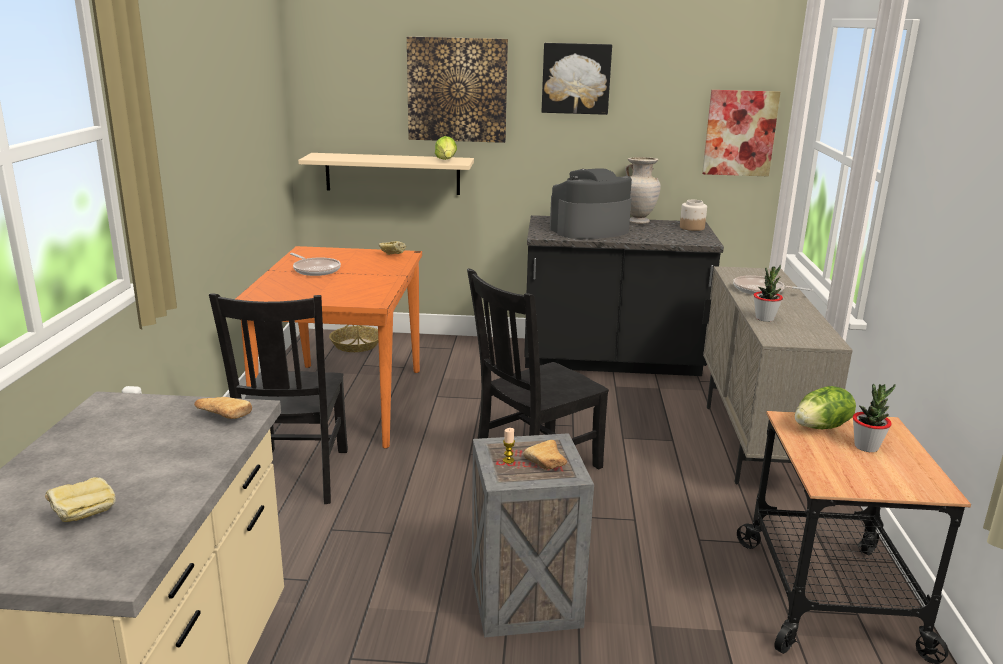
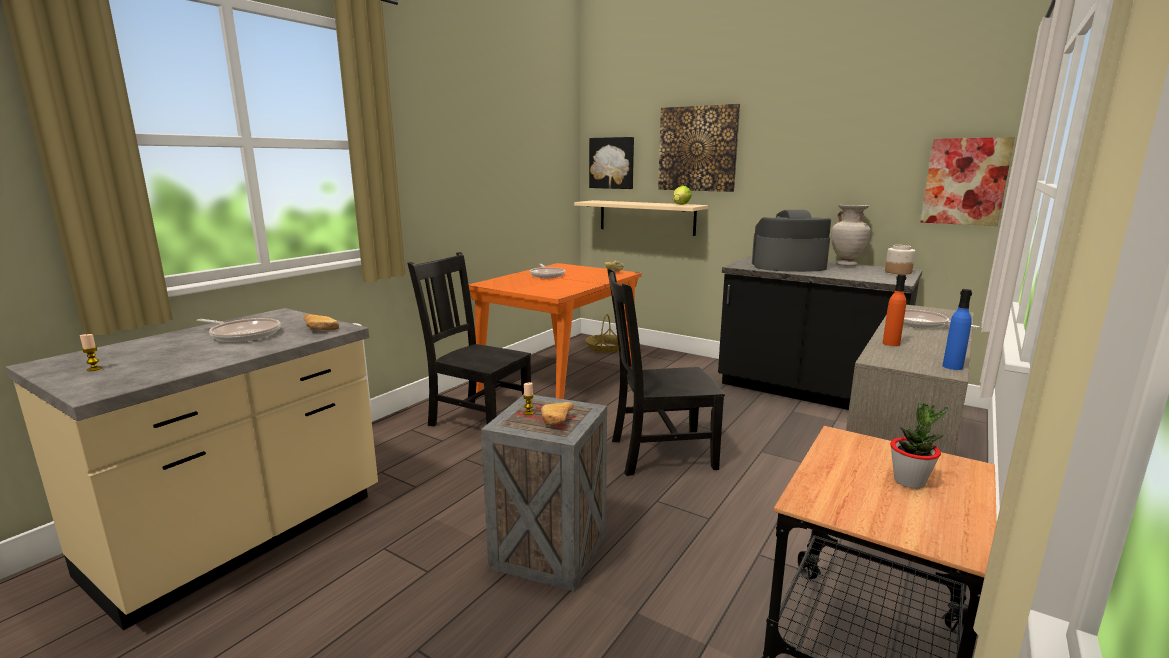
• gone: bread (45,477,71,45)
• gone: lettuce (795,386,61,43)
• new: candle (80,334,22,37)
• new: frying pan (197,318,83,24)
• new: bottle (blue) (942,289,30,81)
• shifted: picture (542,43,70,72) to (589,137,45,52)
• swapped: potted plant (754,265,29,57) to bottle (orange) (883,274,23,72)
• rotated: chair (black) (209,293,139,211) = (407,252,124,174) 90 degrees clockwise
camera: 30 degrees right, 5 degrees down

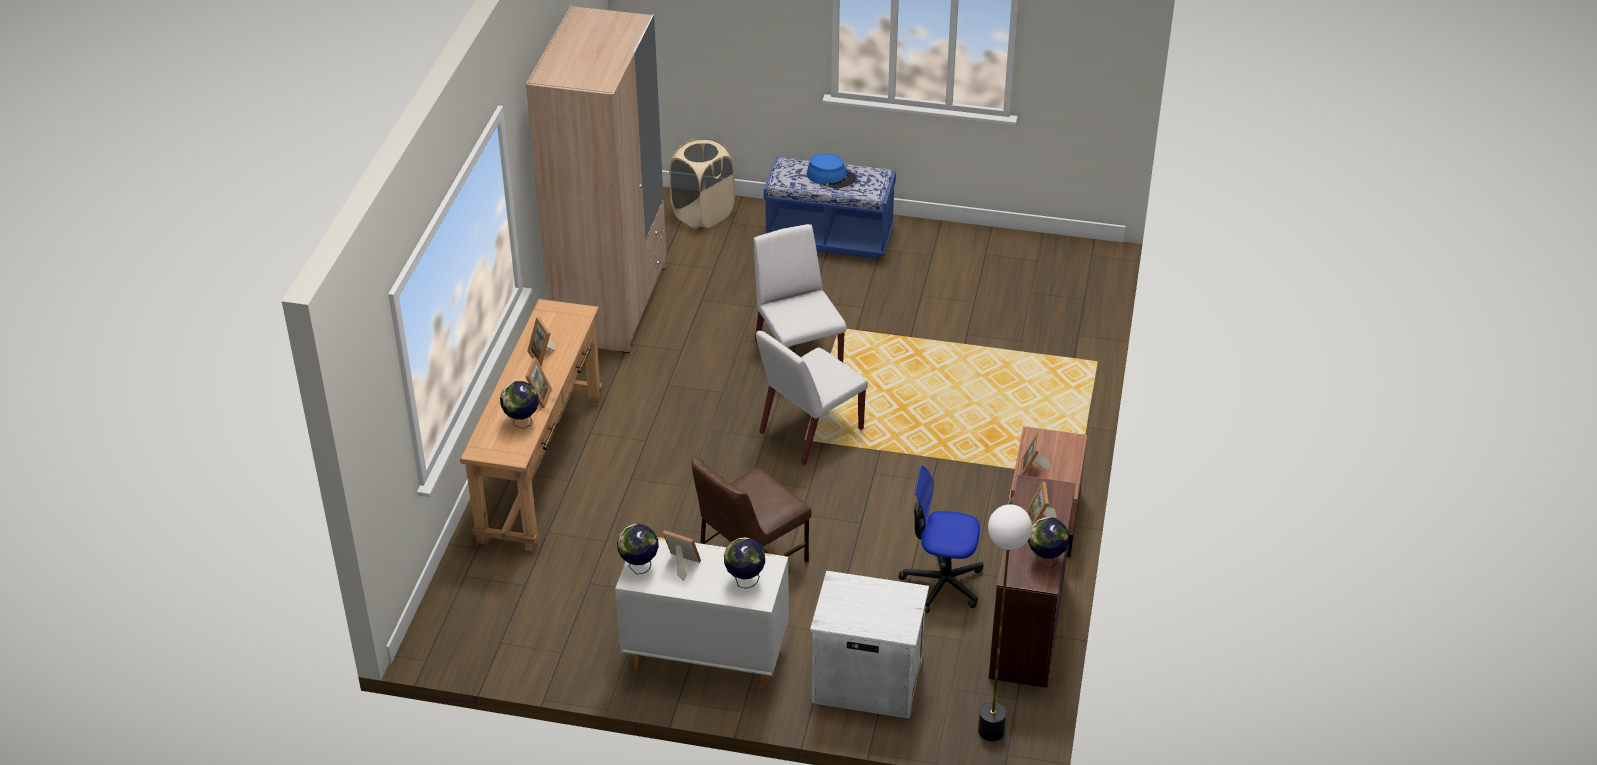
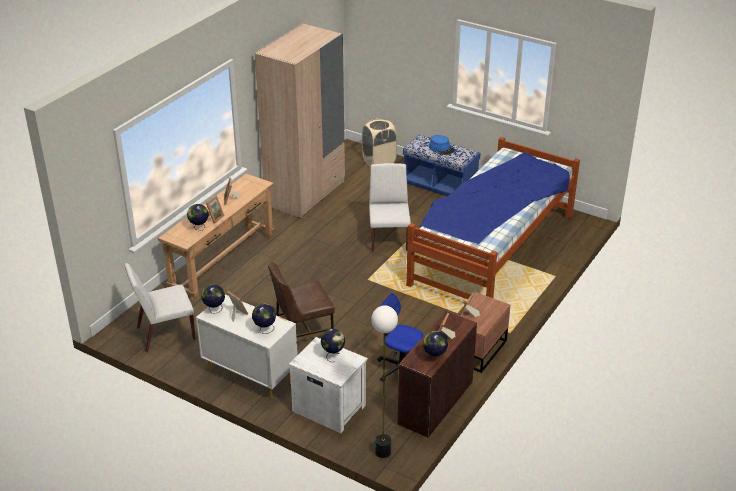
• new: globe (321,329,24,33)
• new: bed (406,137,174,162)
• shifted: chair (white) (756,330,112,135) to (124,263,72,89)
camera: 20 degrees right, 5 degrees down

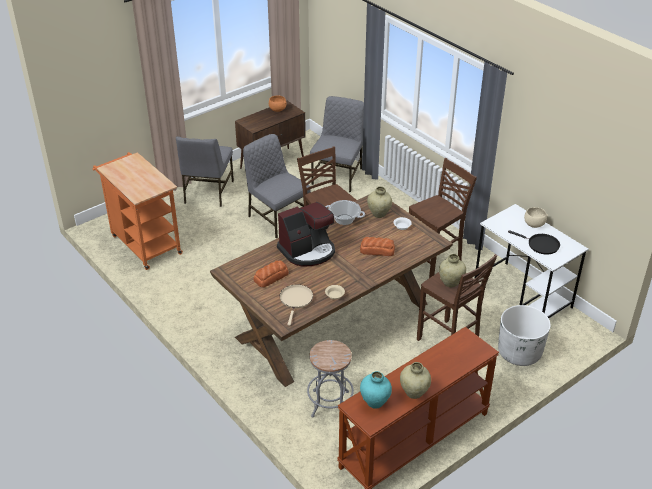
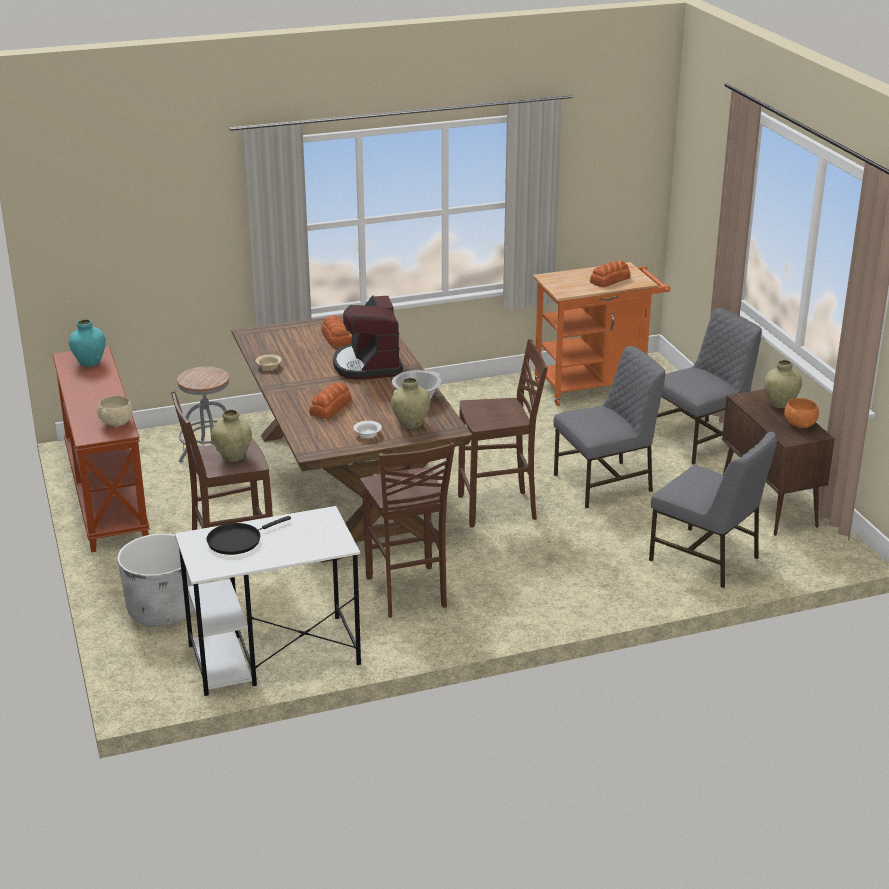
• gone: frying pan (beige) (280,284,33,42)
• new: bread (590,260,41,27)
• shifted: vase (beige) (400,362,31,37) to (764,360,38,48)
• shifted: bowl (beige) (524,207,24,21) to (97,396,36,30)
• rotated: chair (grey) (176,136,58,71) = (653,308,109,157) 120 degrees clockwise
camera: 110 degrees right, 10 degrees down

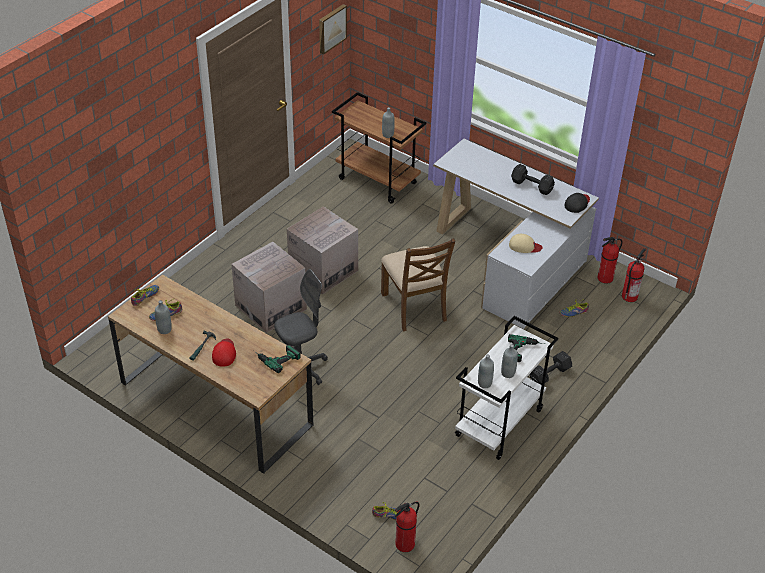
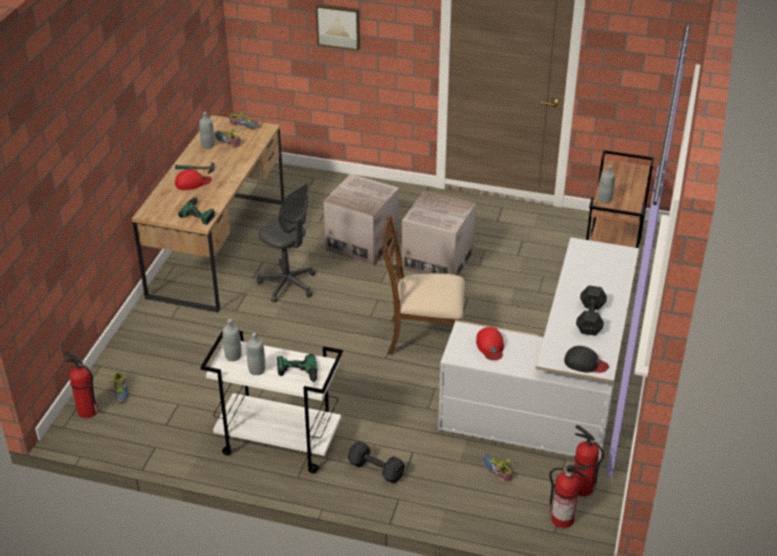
• shifted: picture (319,4,28,51) to (316,4,44,47)
• repainted: cap (beige) (509,234,33,19) to cap (red) (476,327,28,33)
• rotated: chair (brown) (381,238,74,94) = (382,216,83,139) 45 degrees clockwise
camera: 70 degrees right, 5 degrees down

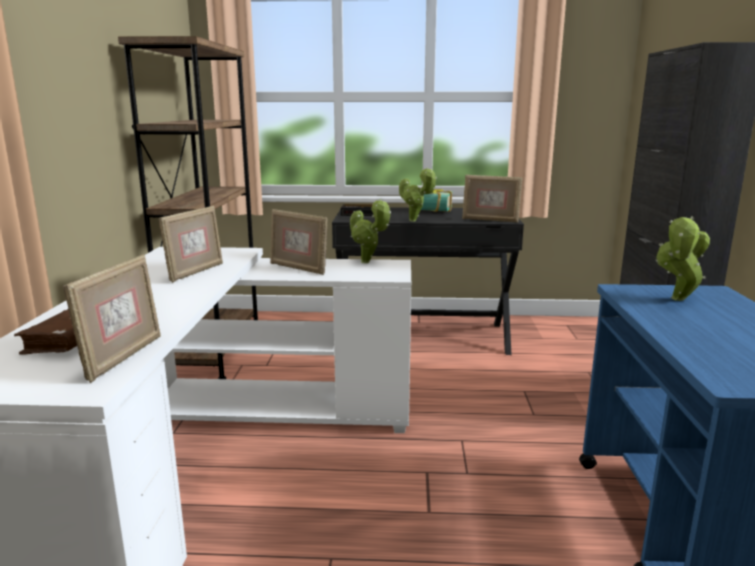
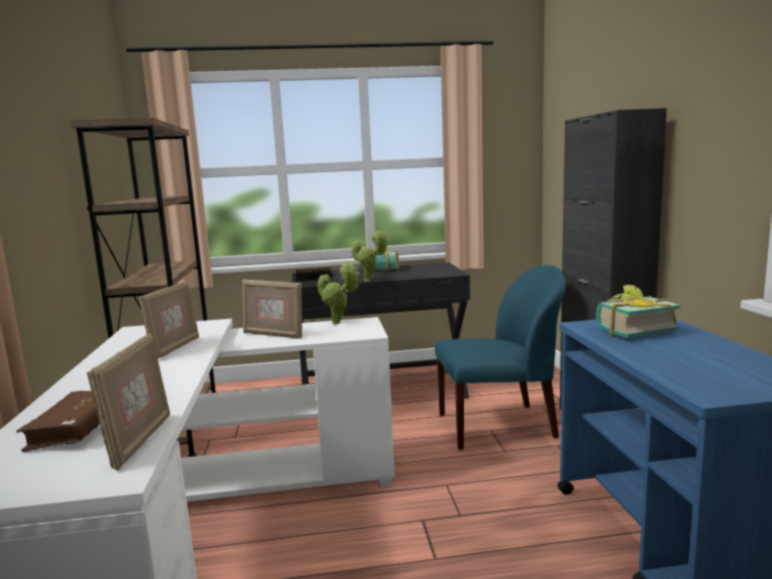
• gone: picture frame (462,175,60,48)
• new: chair (blue) (435,265,131,185)
• swapped: potted plant (656,216,54,85) to book (596,285,85,53)
camera: 10 degrees left, 5 degrees down

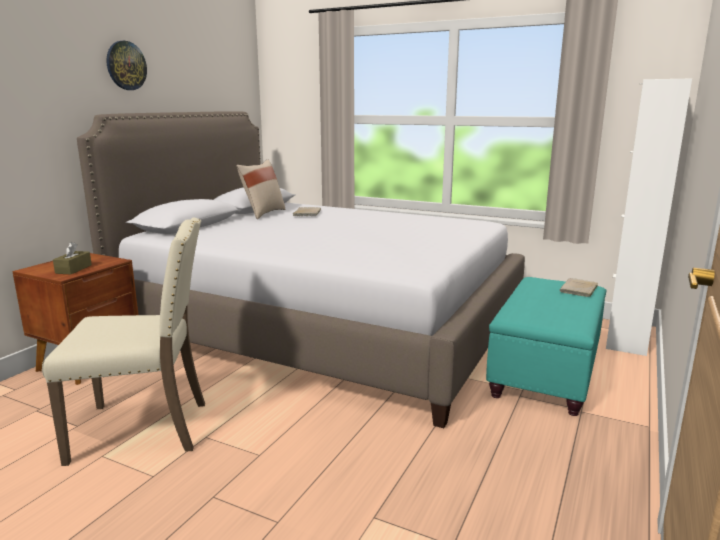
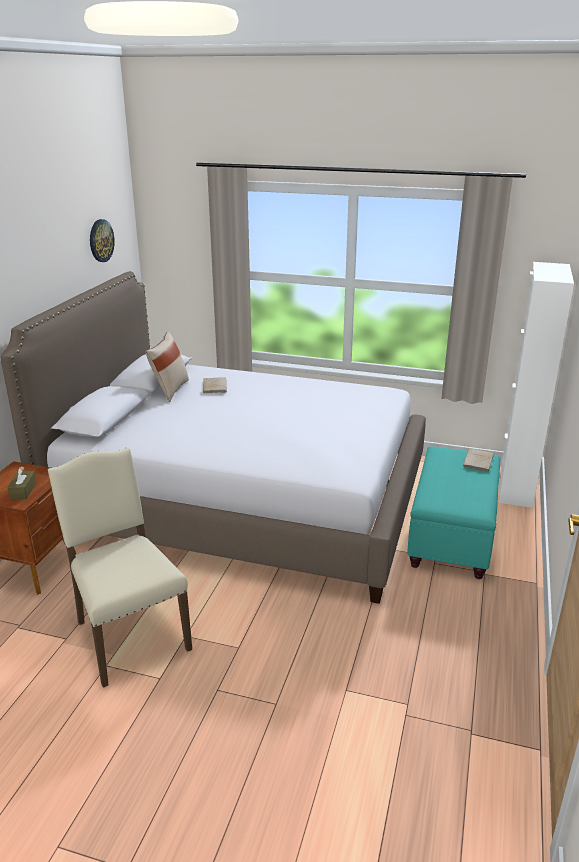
• shifted: wall clock (106,41,41,49) to (90,219,25,43)
• rotated: chair (beige) (42,218,163,248) = (48,448,144,240) 105 degrees counterclockwise
camera: 10 degrees left, 10 degrees up

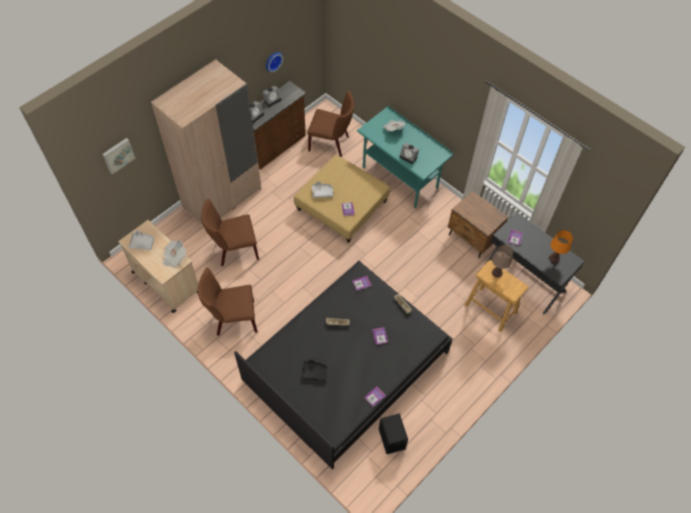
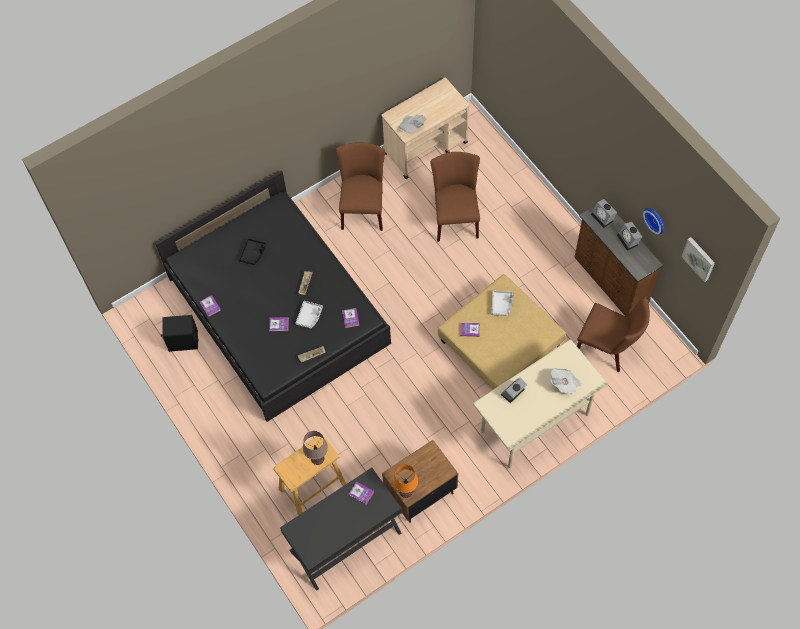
• gone: wardrobe (beige) (151,59,110,166)
• shifted: picture (103,138,33,36) to (681,237,34,45)
• shifted: tray (grey) (129,230,25,20) to (295,301,28,28)
• shifted: table lamp (orange) (549,230,24,33) to (393,465,25,33)
• repainted: desk (turquoise) (357,105,96,103) to desk (beige) (473,339,136,129)
• rotated: chair (brown) (307,90,47,67) = (577,296,73,76) 90 degrees counterclockwise
camera: 105 degrees right, 5 degrees up

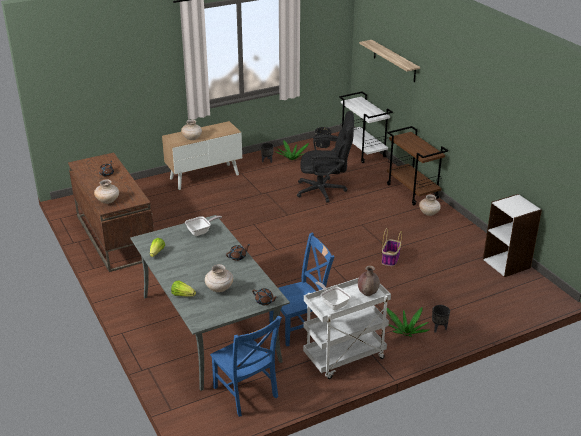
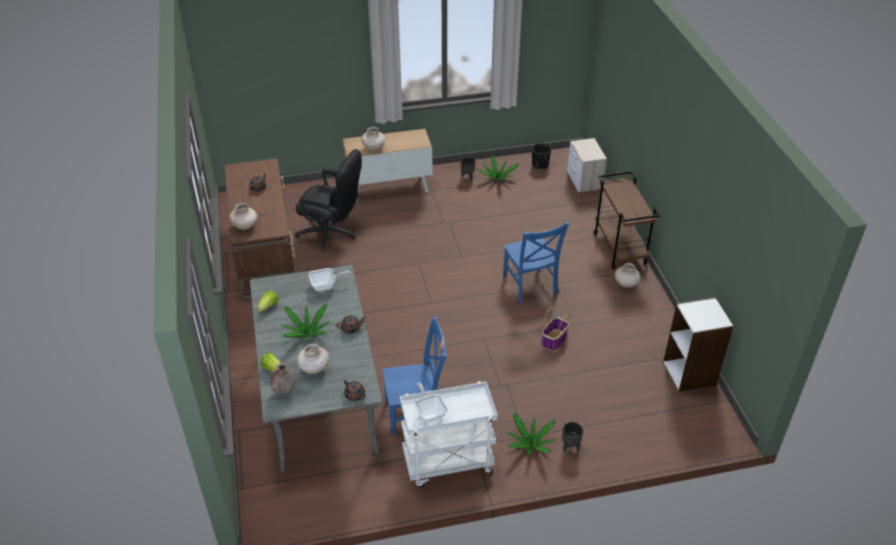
• gone: shelf (359,40,61,42)
• new: potted plant (281,303,50,38)
• shifted: chair (blue) (210,315,72,102) to (503,222,66,81)
• shifted: office chair (black) (297,111,57,92) to (295,149,67,102)
• shifted: vase (brown) (358,266,22,30) to (271,362,25,32)
• swapped: cart (white) (339,91,54,72) to nightstand (567,138,40,55)
camera: 15 degrees right, 10 degrees up

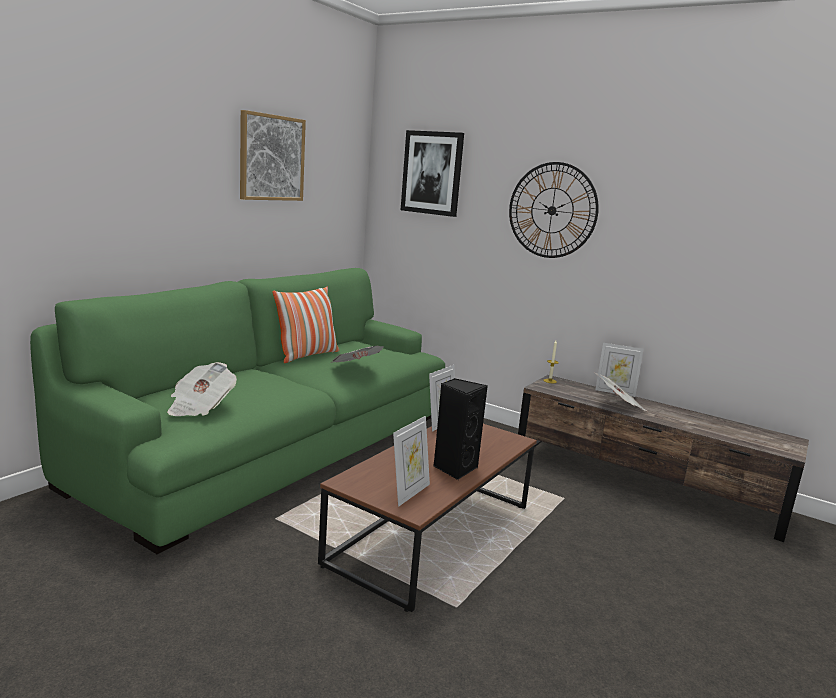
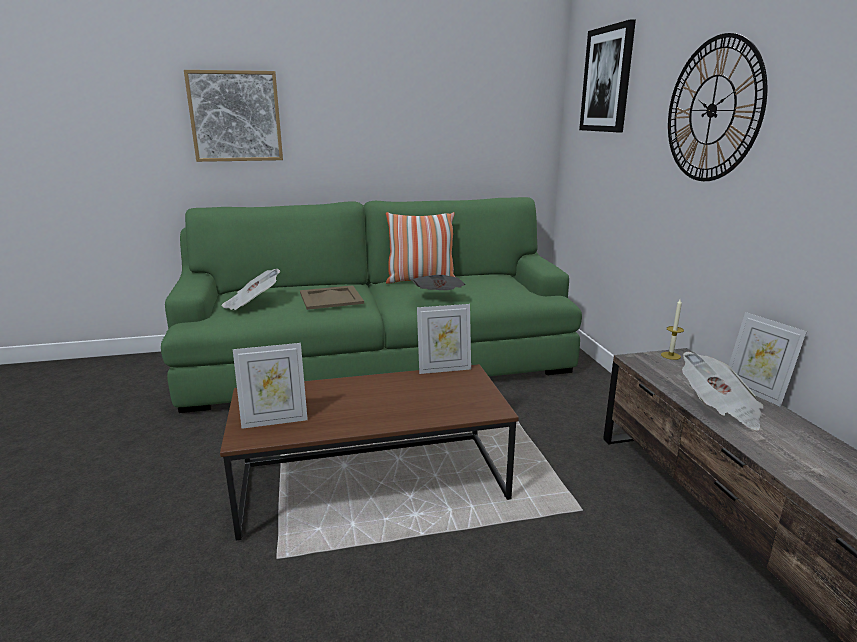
• gone: speaker (black) (433,378,55,102)
• new: tray (beige) (300,285,64,25)
• shifted: picture (240,110,66,91) to (184,70,99,92)
camera: 45 degrees right, 5 degrees up

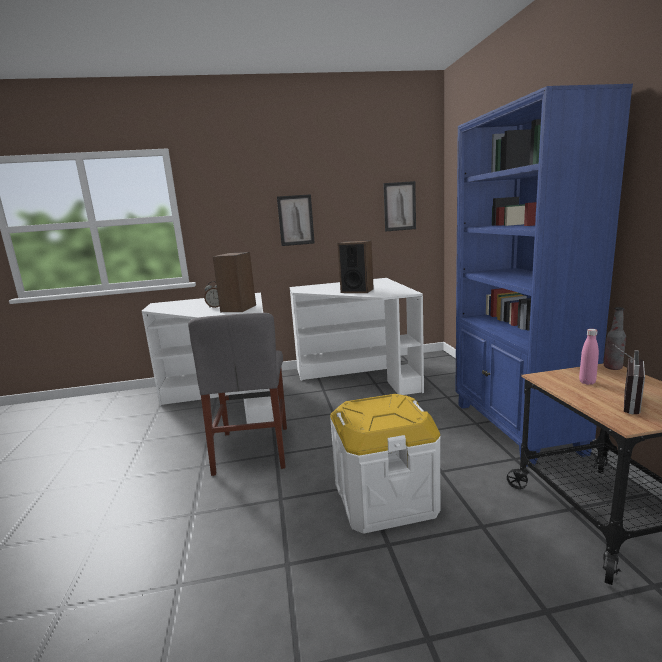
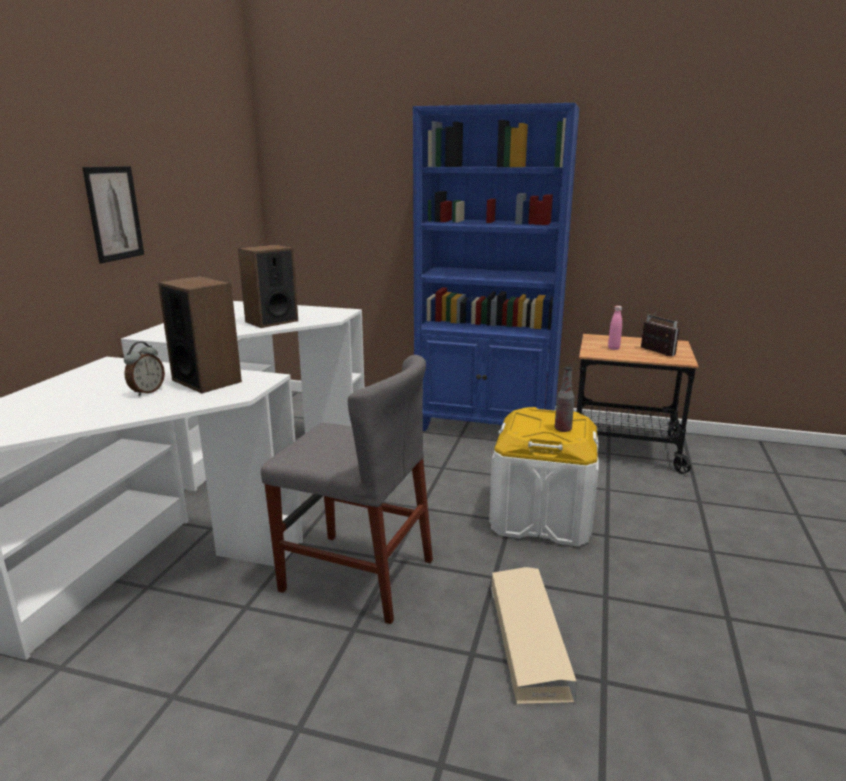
• gone: picture (383,181,33,51)
• new: storage box (beige) (491,567,86,137)
• shifted: bottle (604,307,22,63) to (555,366,20,66)
camera: 65 degrees left, 5 degrees up

